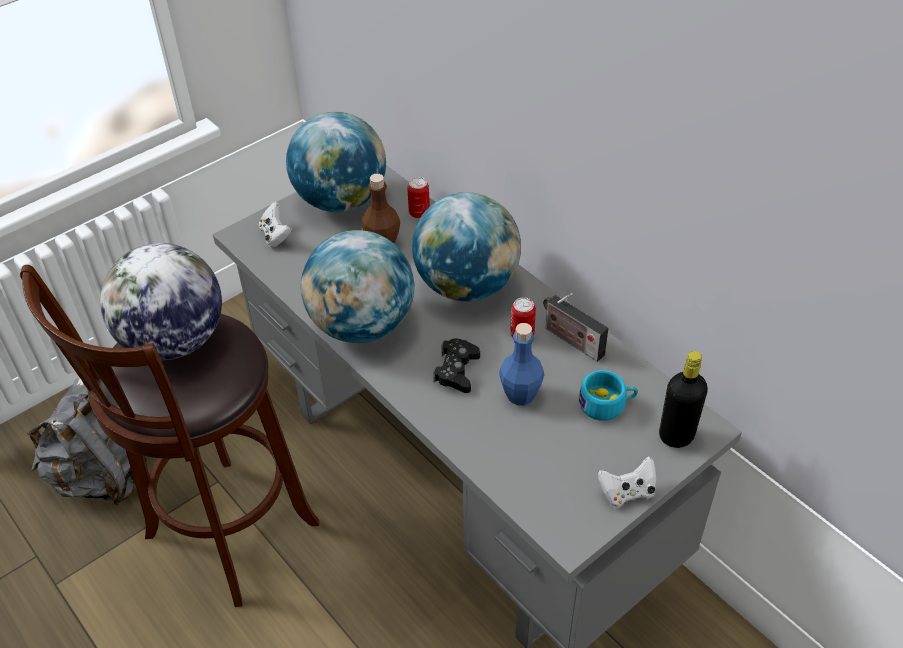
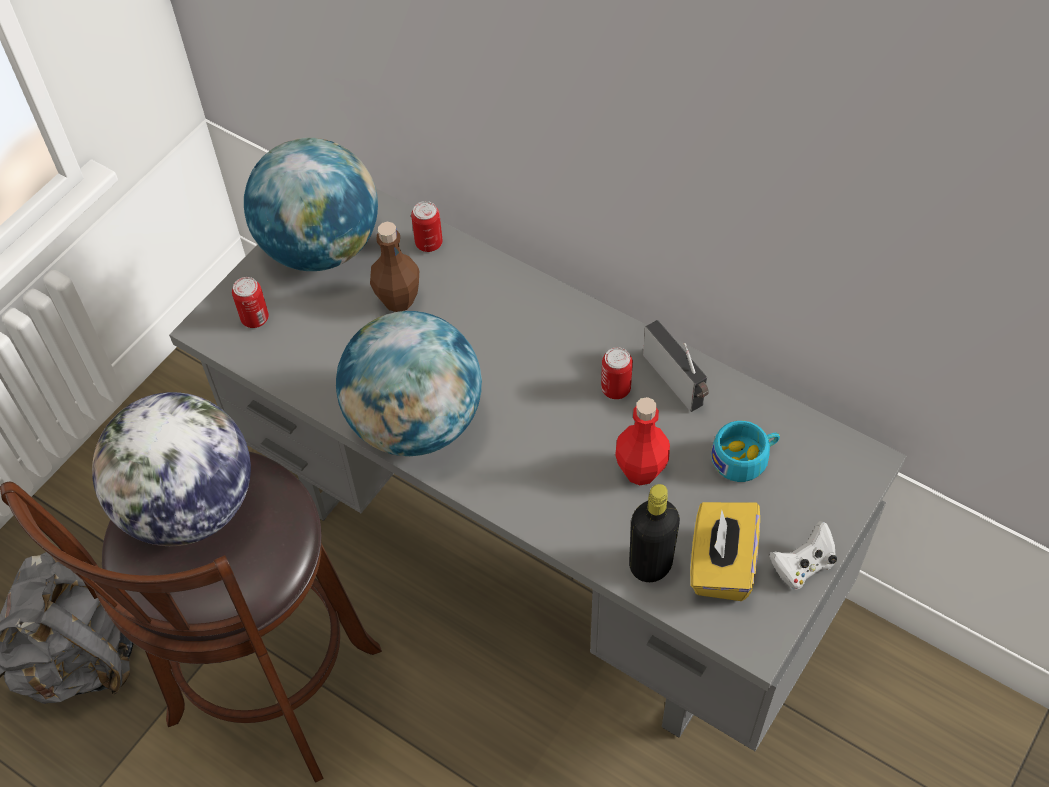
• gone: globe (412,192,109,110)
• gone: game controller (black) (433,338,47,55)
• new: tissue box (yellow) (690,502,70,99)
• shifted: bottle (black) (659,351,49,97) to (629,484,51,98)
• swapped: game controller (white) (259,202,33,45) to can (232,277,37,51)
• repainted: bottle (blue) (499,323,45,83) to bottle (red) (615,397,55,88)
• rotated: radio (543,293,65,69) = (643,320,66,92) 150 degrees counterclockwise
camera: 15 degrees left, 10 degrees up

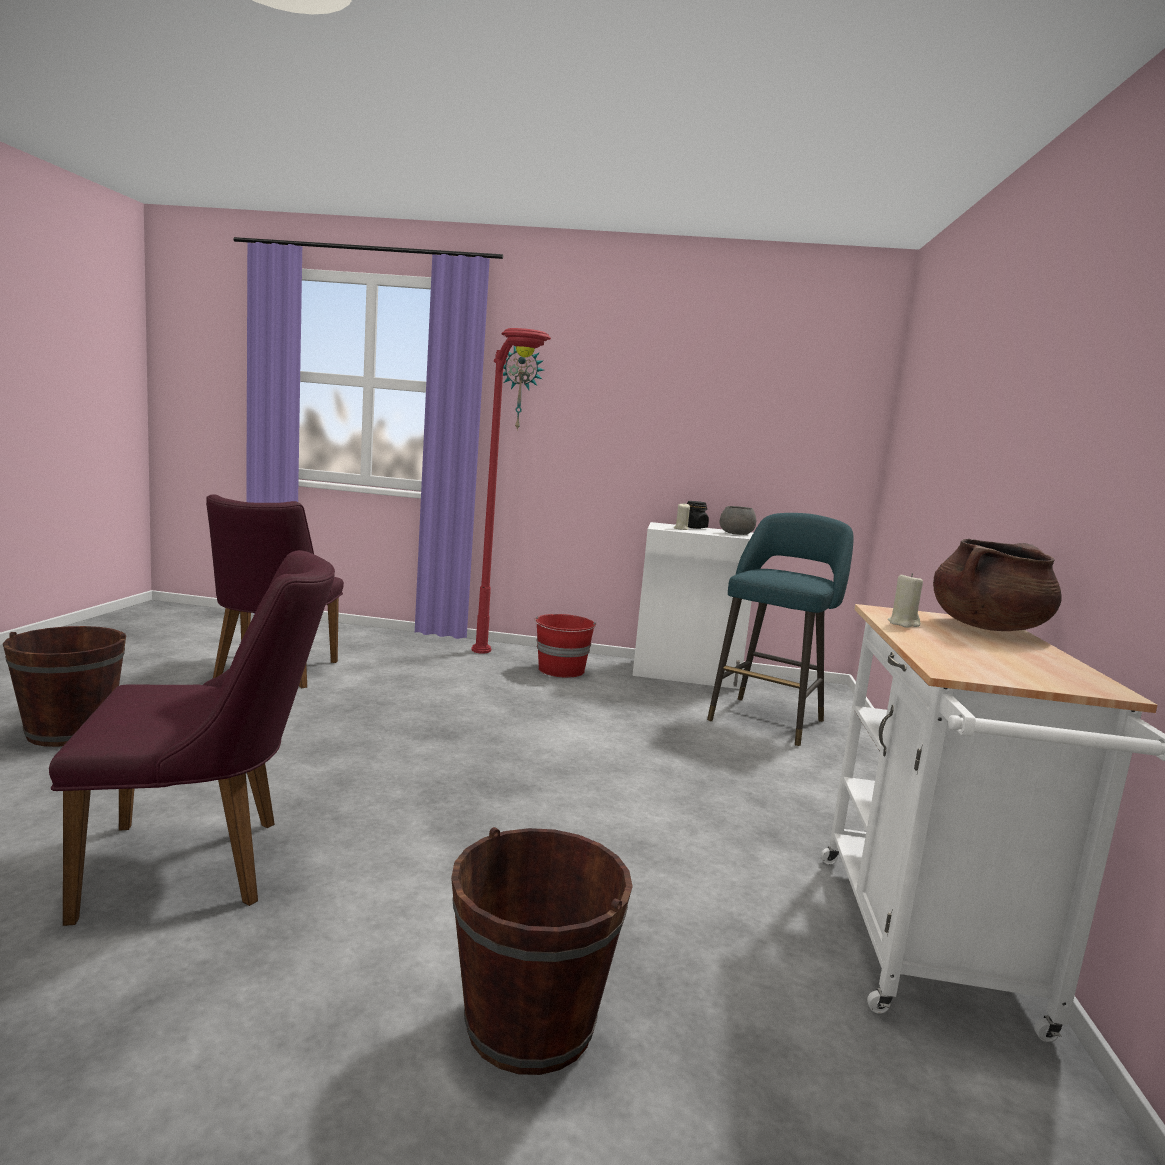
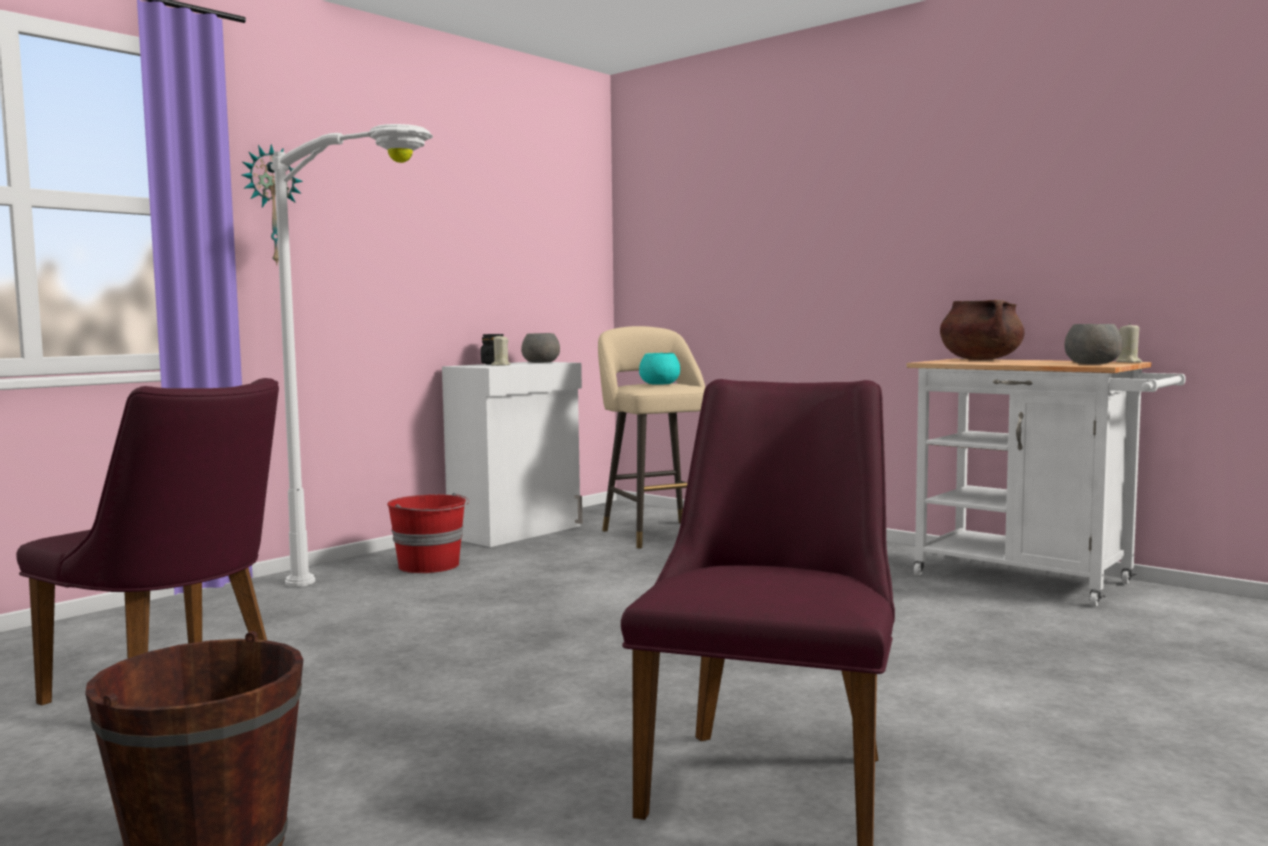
• gone: bucket (brown) (451,827,182,248)
• new: bowl (turquoise) (639,353,41,31)
• new: bowl (grey) (1064,324,59,40)
• shifted: candle (beige) (888,573,35,55) to (1116,323,26,40)
• repainted: floor lamp (red) (471,328,80,326) to floor lamp (white) (271,124,162,463)
• repainted: stool (turquoise) (707,513,146,233) to stool (beige) (598,326,108,222)
camera: 55 degrees left, 5 degrees down

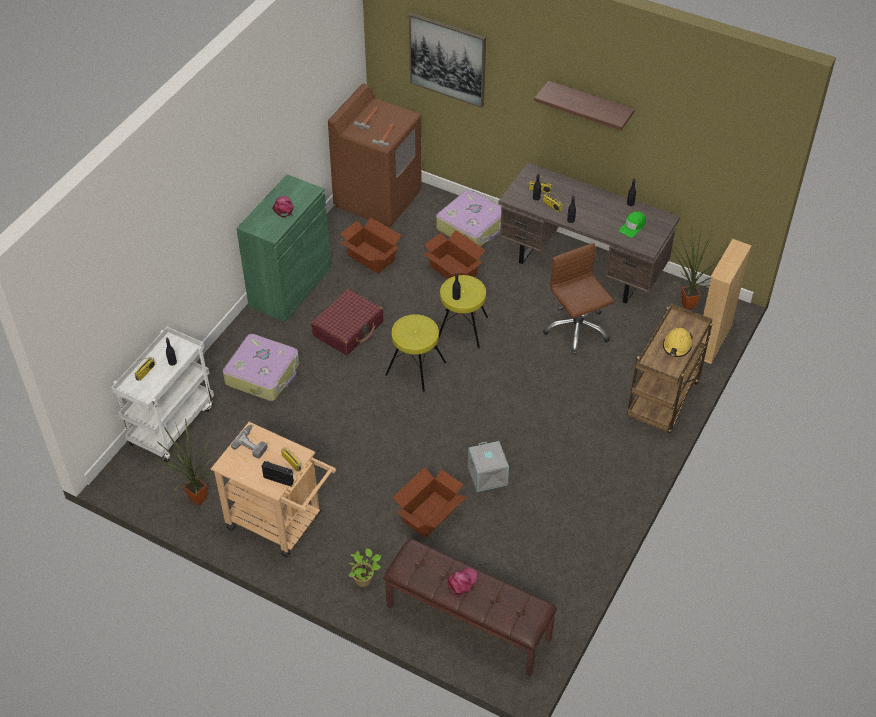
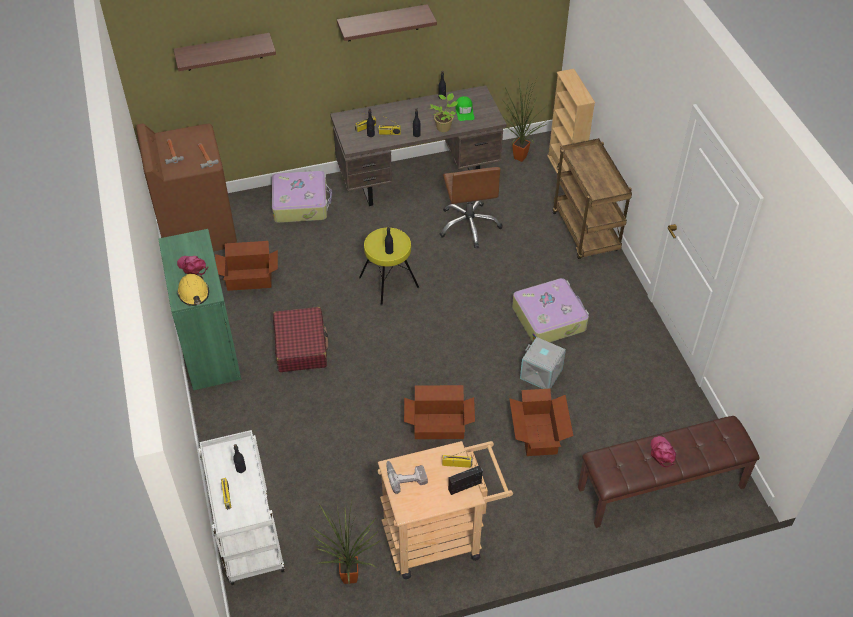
• gone: stool (yellow) (385,314,61,79)
• shifted: suitcase (223,334,76,67) to (512,278,77,64)
• shifted: potted plant (349,548,32,39) to (430,93,28,39)
• shifted: cardboard box (422,230,63,49) to (404,385,71,54)
• shifted: hard hat (yellow) (663,328,30,29) to (177,274,32,32)
• swapped: picture (409,13,77,95) to shelf (173,33,103,38)
• rotated: office chair (brown) (543,243,71,112) = (440,167,63,81) 120 degrees counterclockwise
camera: 45 degrees left, 0 degrees up

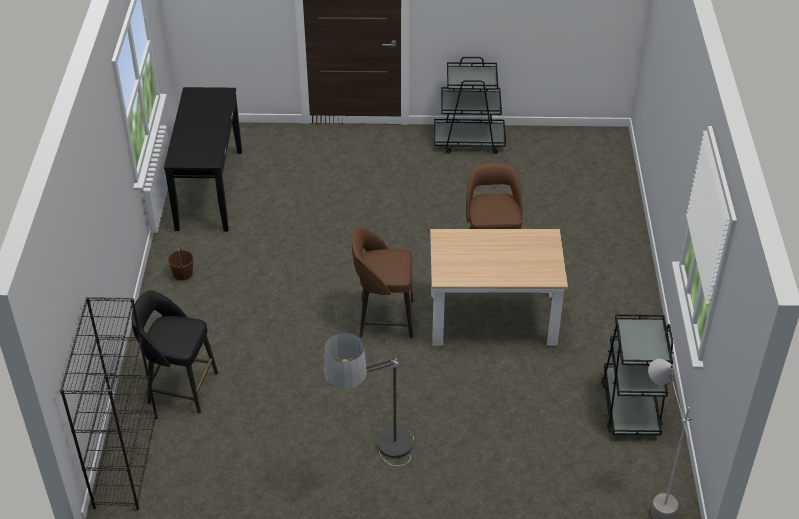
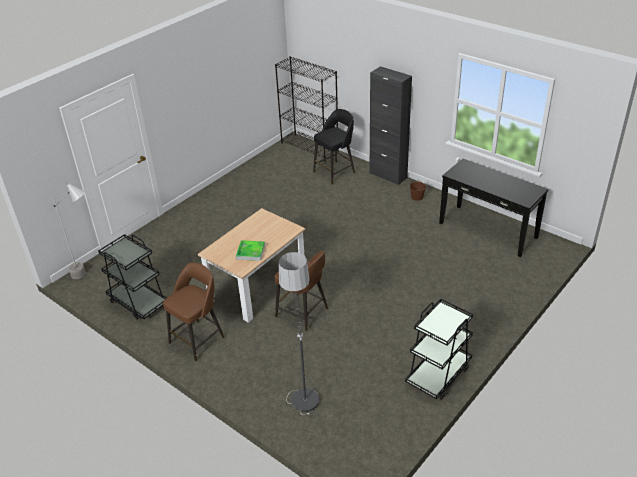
• new: tray (236,240,29,21)
• new: cabinet (black) (369,66,43,119)
• shifted: floor lamp (323,333,91,133) to (278,252,41,163)
• shifted: stool (brown) (352,227,61,111) to (163,263,62,98)
camera: 130 degrees right, 5 degrees down

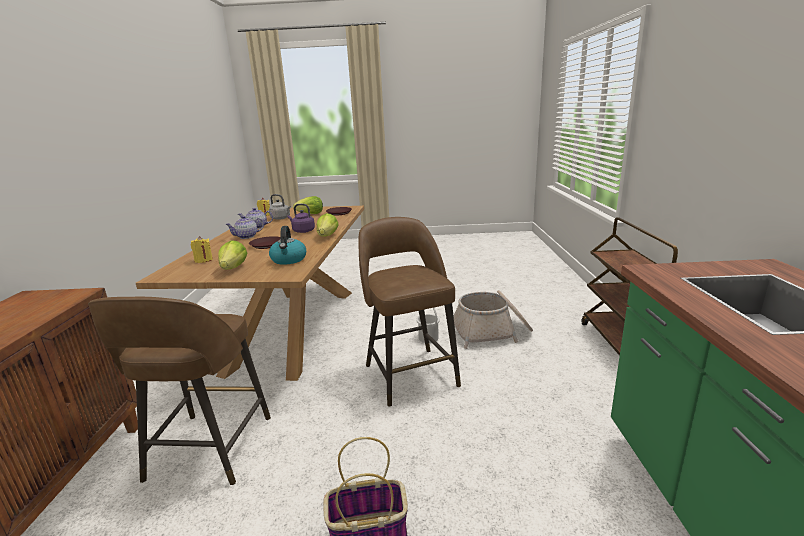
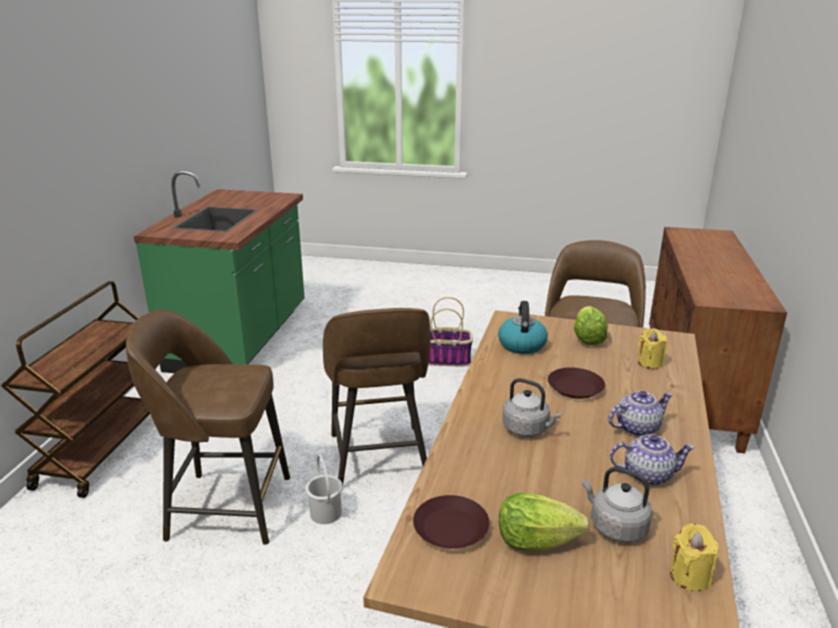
• gone: lettuce (317,213,22,24)
• swapped: basket (454,290,79,59) to stool (brown) (126,309,164,236)
• repainted: kettle (purple) (287,204,28,29) to kettle (grey) (502,378,60,59)
camera: 170 degrees left, 5 degrees up

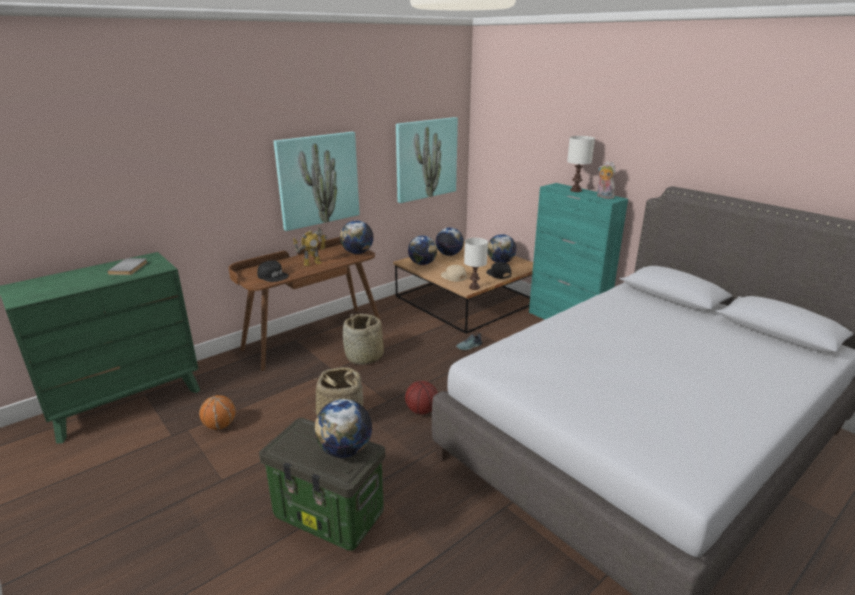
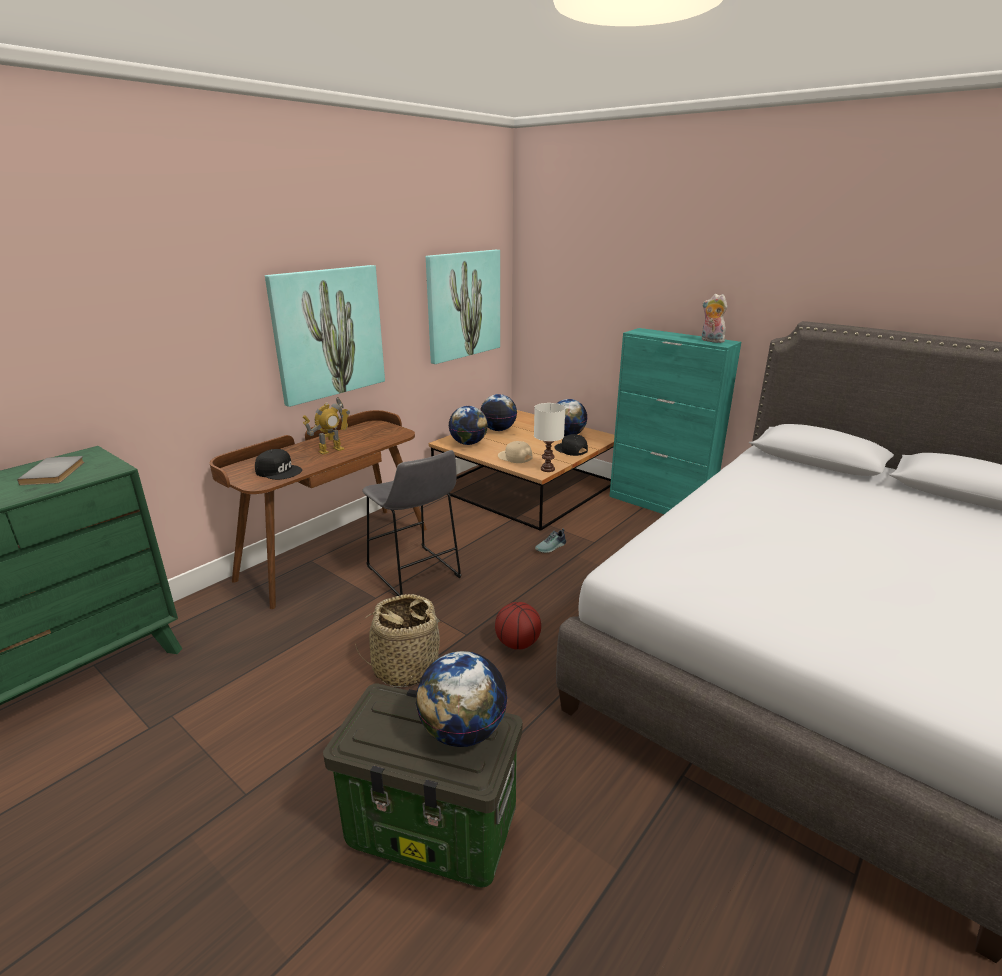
• gone: basketball (199,395,37,35)
• gone: globe (340,220,33,34)
• gone: table lamp (white) (567,136,28,56)
• swapped: basket (343,314,41,51) to stool (grey) (362,450,100,146)
camera: 10 degrees left, 0 degrees up

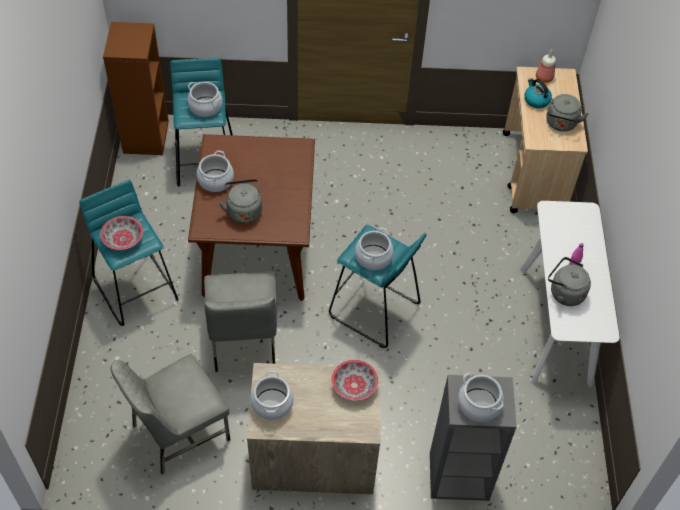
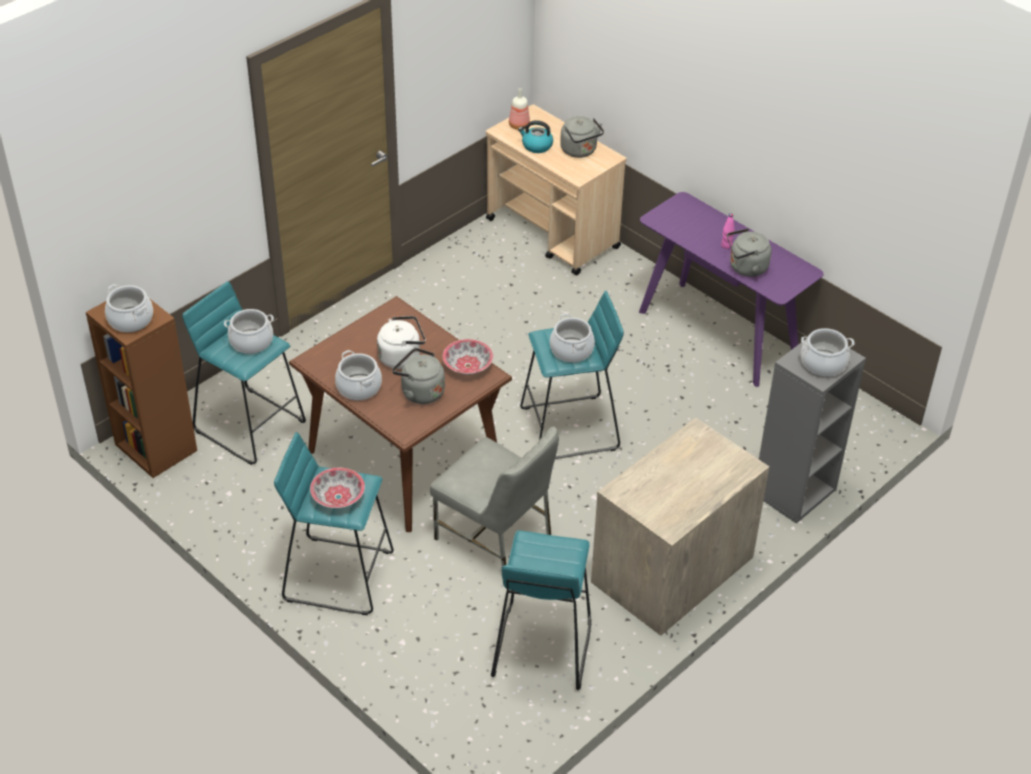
• new: kettle (white) (377,316,49,53)
• shifted: cooking pot (250,370,44,50) to (105,284,48,49)
• shifted: bowl (332,359,46,42) to (443,339,50,36)
• swapped: chair (grey) (111,354,119,121) to stool (turquoise) (491,530,100,160)
• repainted: console table (white) (520,201,100,186) to console table (purple) (639,192,185,195)
camera: 45 degrees left, 10 degrees down

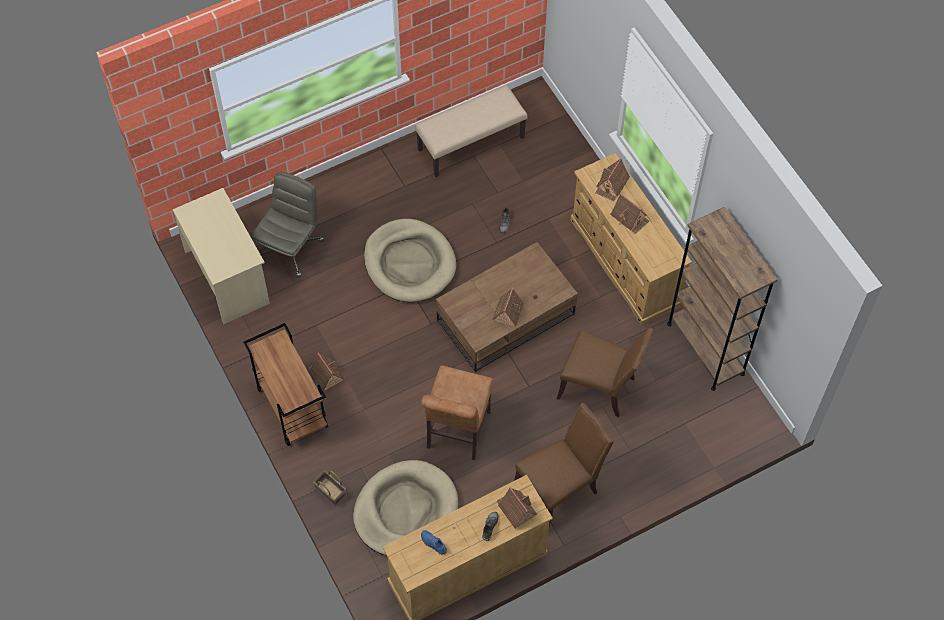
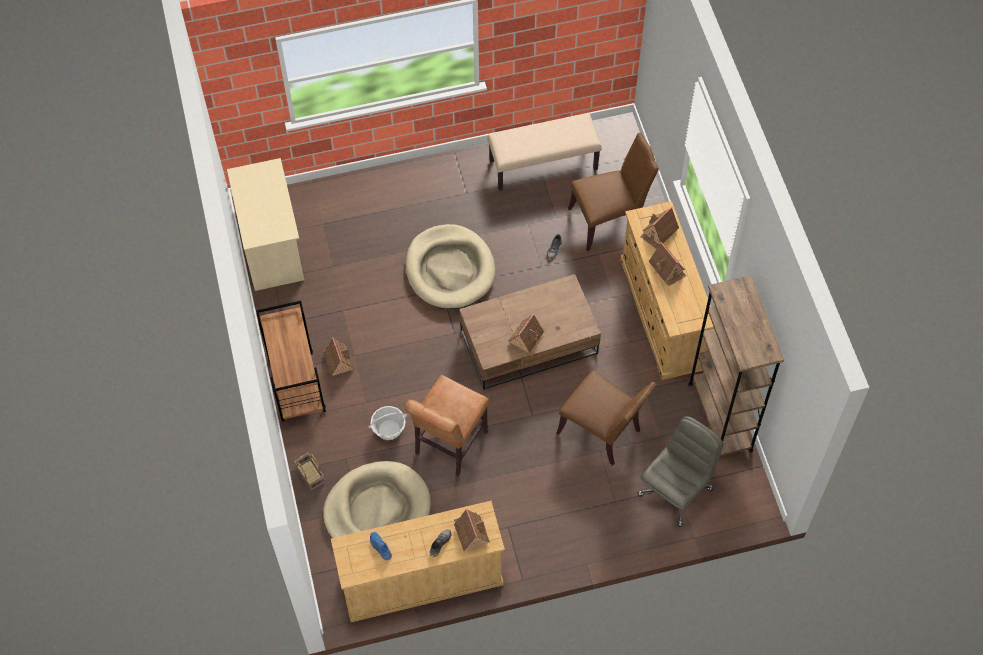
• new: basket (368,406,39,34)
• shifted: office chair (grey) (251,172,73,105) to (637,416,86,111)
• shifted: chair (brown) (514,403,99,123) to (568,132,91,119)
camera: 15 degrees right, 0 degrees up

